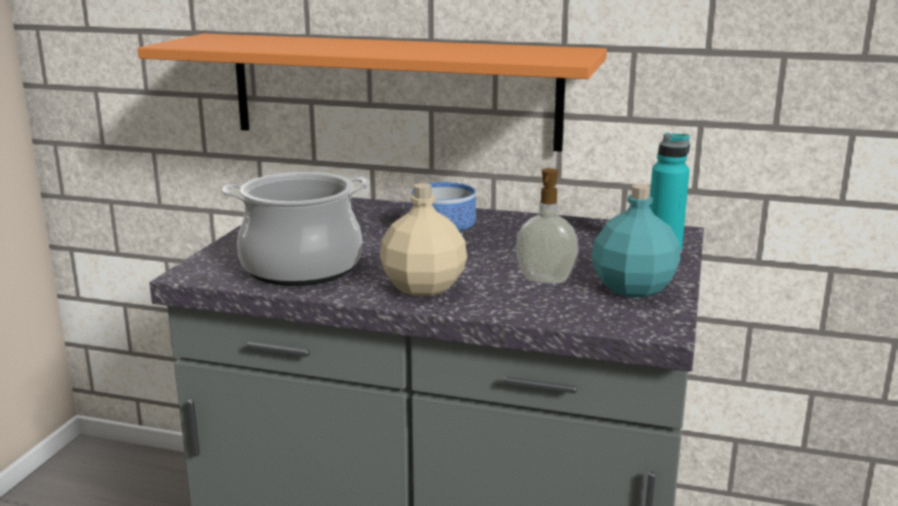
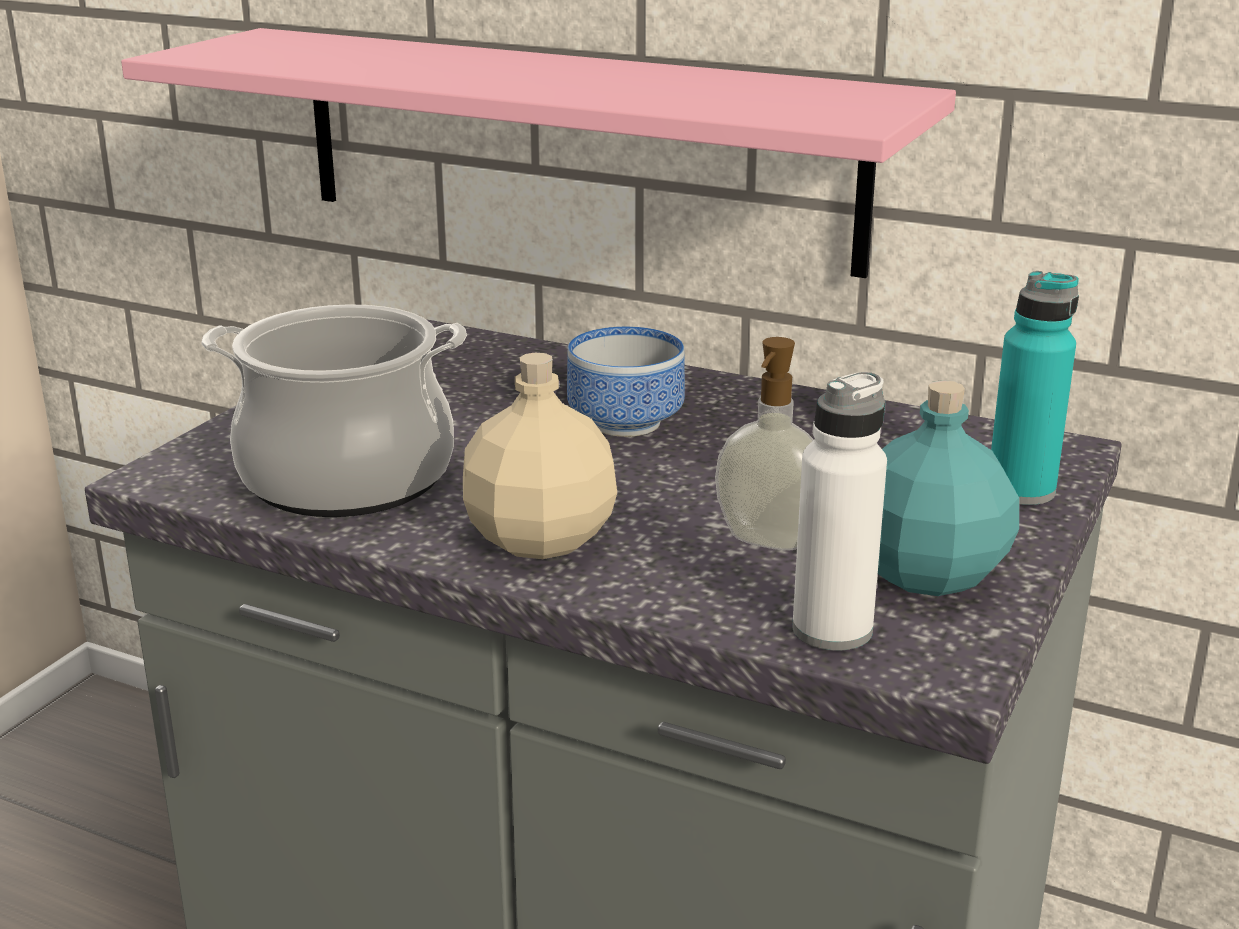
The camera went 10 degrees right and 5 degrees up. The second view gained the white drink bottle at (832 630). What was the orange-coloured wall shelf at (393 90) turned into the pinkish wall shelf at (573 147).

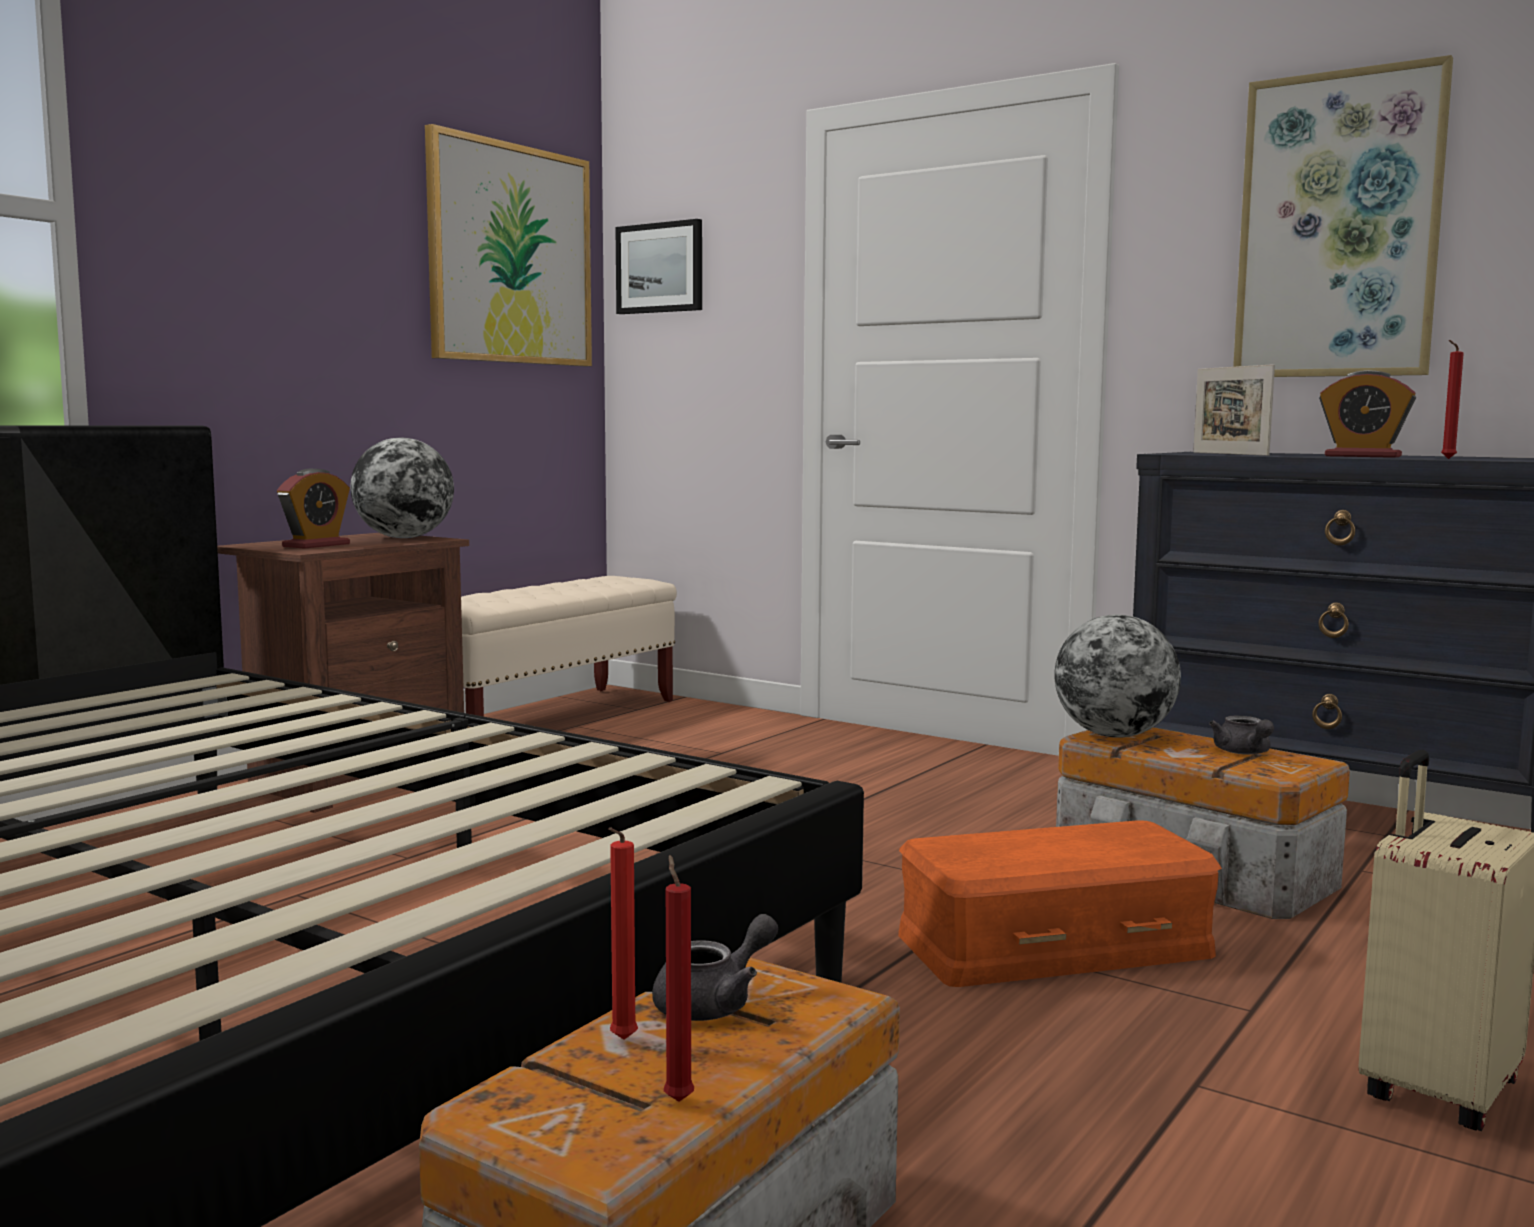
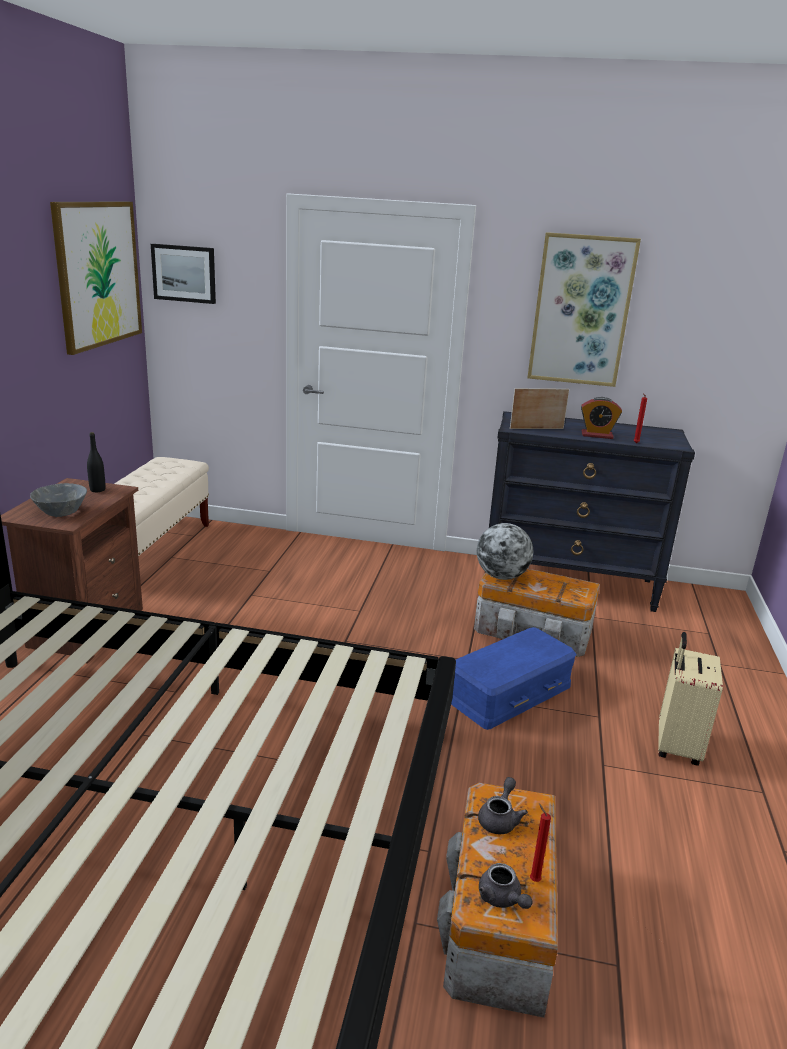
The camera went 25 degrees left and 15 degrees up. The second view lost the red-coloured wax candle at (621 1041). The greyish tea pot ended up elsewhere, having gone from (1244 753) to (502 899). Where the table clock stood at (316 545), the greyish deep dish came to stand at (61 511). Where the globe stood at (404 538), the black-coloured drink bottle came to stand at (97 490). What was the orange-coloured storage box at (1054 945) turned into the blue-coloured storage box at (509 693). The standing frame at (1229 454) ended up facing another way, 120 degrees clockwise from before.

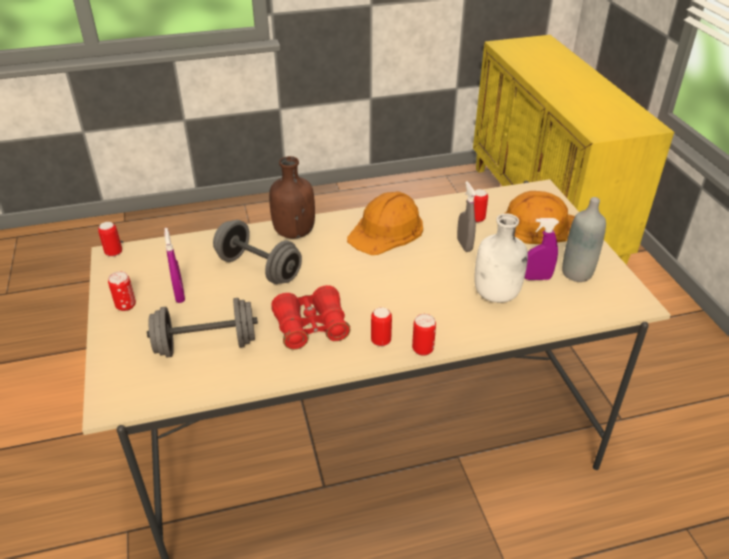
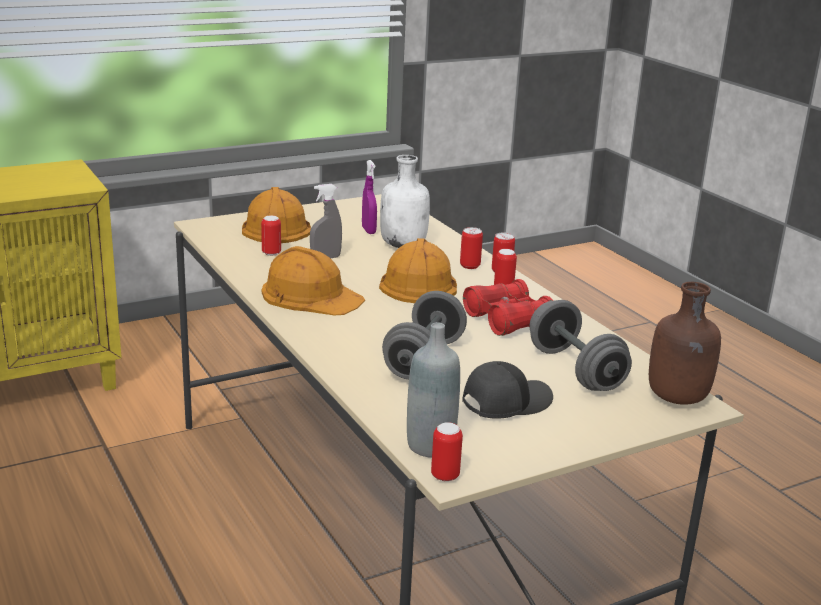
The camera went 105 degrees left and 15 degrees down. The second view gained the orange-coloured safety helmet at (418 283). The can ended up elsewhere, having gone from (126 305) to (470 266). The brownish drink bottle ended up elsewhere, having gone from (293 232) to (677 398). The greyish drink bottle ended up elsewhere, having gone from (577 273) to (430 446). Where the purple spray bottle stood at (179 295), the black-coloured baseball cap came to stand at (505 402).

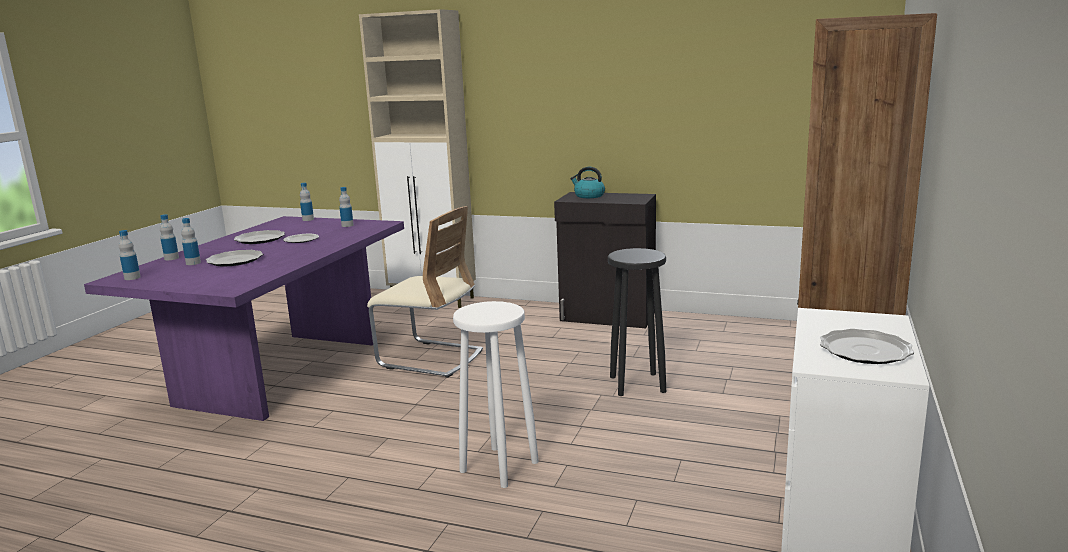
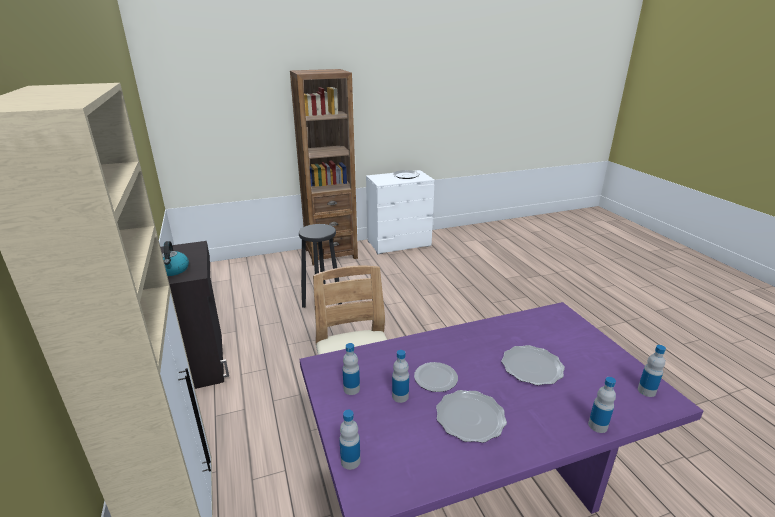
The camera went 130 degrees left and 10 degrees up. The second view lost the white stool at (498 467). The drink bottle ended up elsewhere, having gone from (193 263) to (400 396).

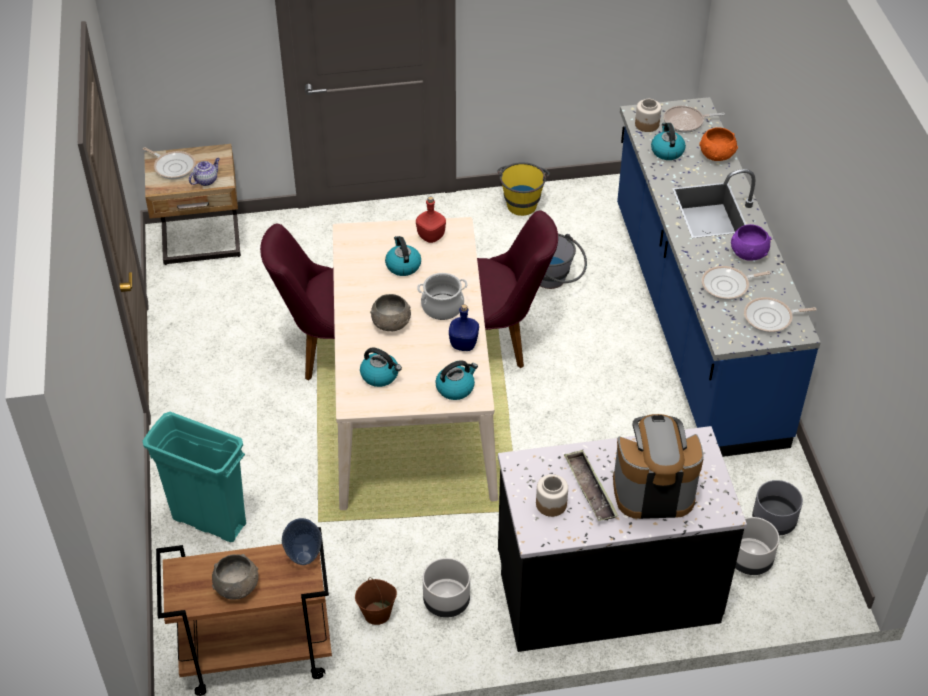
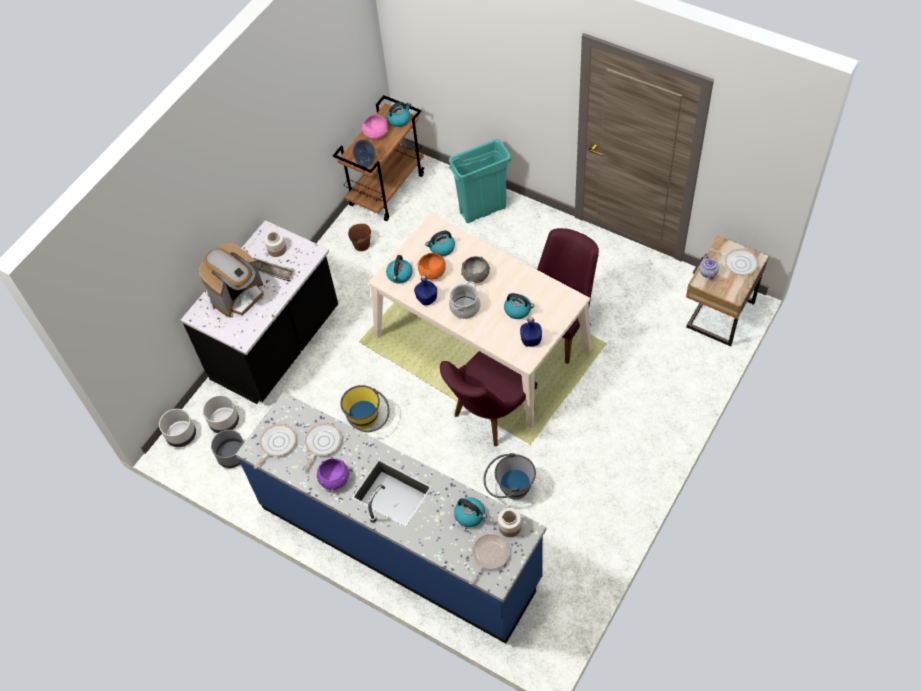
The camera went 135 degrees right and 10 degrees up. The second view gained the water kettle at (399 119). The greyish planter ended up elsewhere, having gone from (447 601) to (181 436). The yellow pail ended up elsewhere, having gone from (522 201) to (368 421). The orange-coloured deep dish ended up elsewhere, having gone from (717 155) to (432 272). What was the greyish deep dish at (237 586) turned into the pinkish deep dish at (375 134). What was the red-coloured drink bottle at (431 236) turned into the blue-coloured drink bottle at (530 340). The pan at (173 167) ended up facing another way, 135 degrees counterclockwise from before.

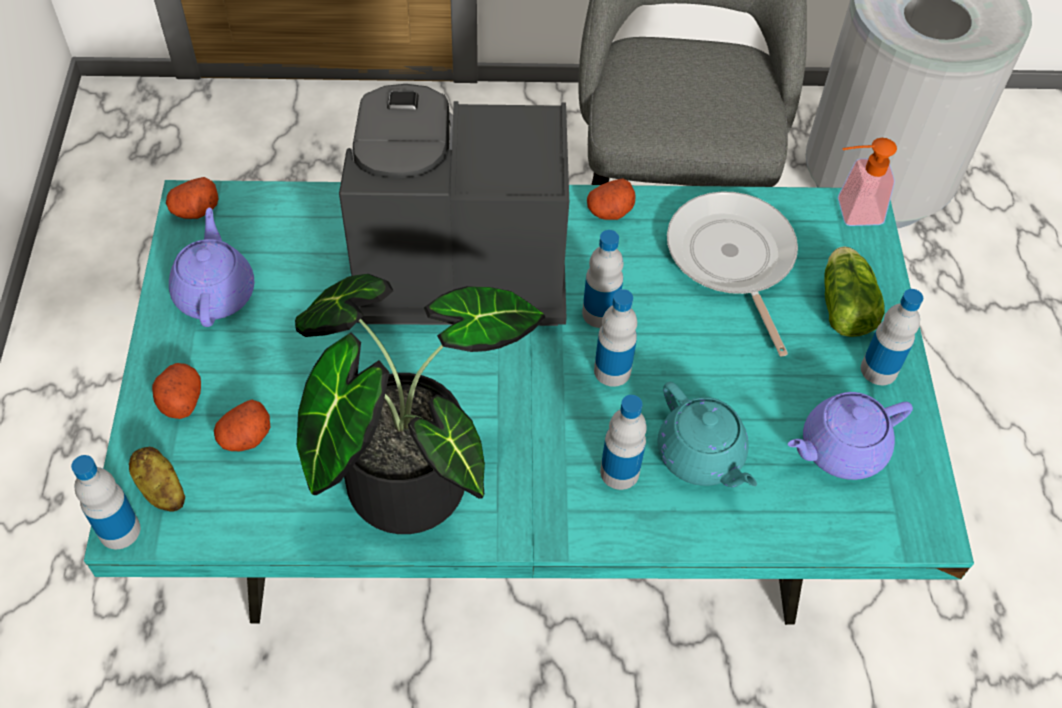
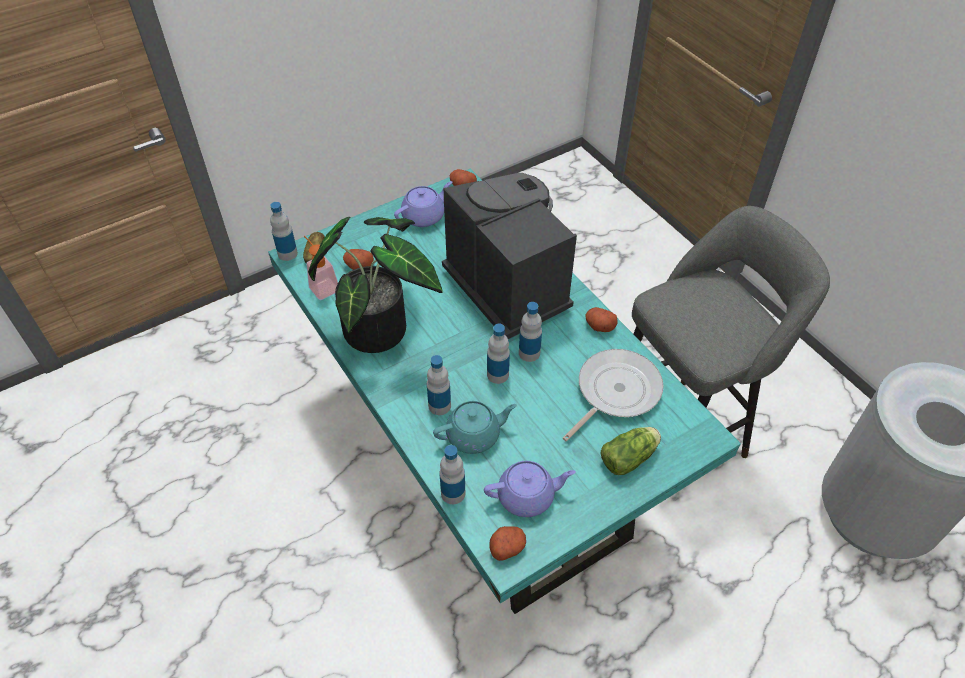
The camera went 60 degrees right and 5 degrees down. The potato ended up elsewhere, having gone from (180 399) to (507 547). The soap dispenser ended up elsewhere, having gone from (850 212) to (322 286). The drink bottle ended up elsewhere, having gone from (879 369) to (453 493). The turquoise-coloured tea pot at (701 456) ended up facing another way, 135 degrees counterclockwise from before. The purple tea pot at (840 449) ended up facing another way, 135 degrees clockwise from before.

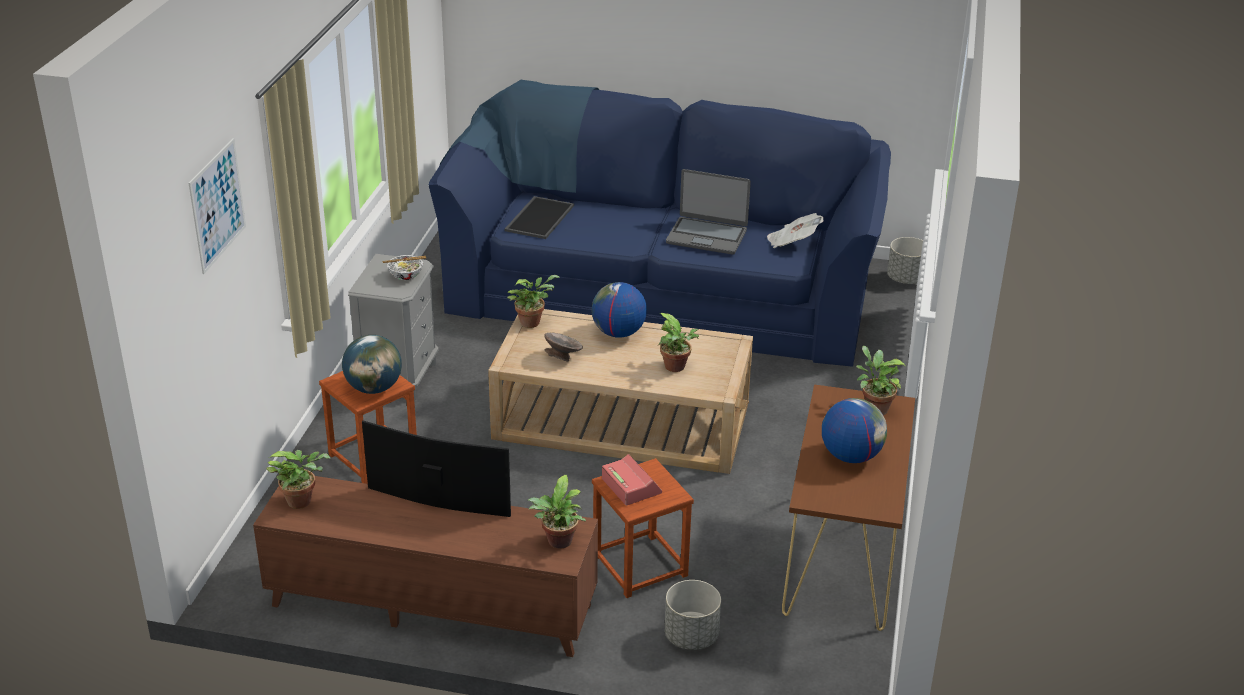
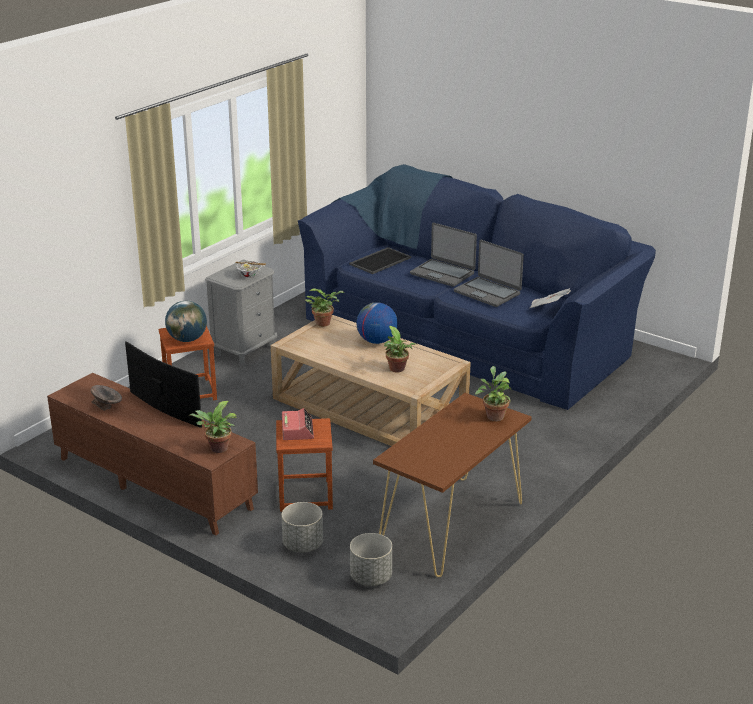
The camera went 25 degrees right and 5 degrees down. The second view lost the picture at (217 205). The second view lost the potted plant at (302 501). The second view lost the globe at (850 456). The second view gained the laptop at (442 273). The greyish deep dish ended up elsewhere, having gone from (562 357) to (107 407). The greyish planter ended up elsewhere, having gone from (906 279) to (371 578).

